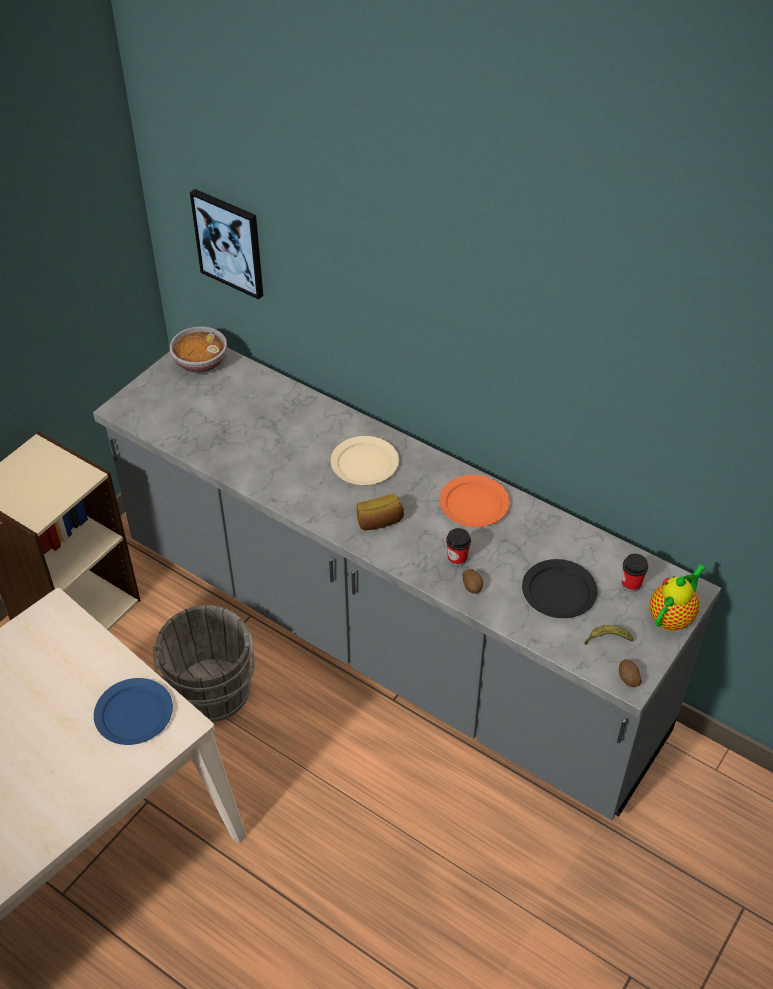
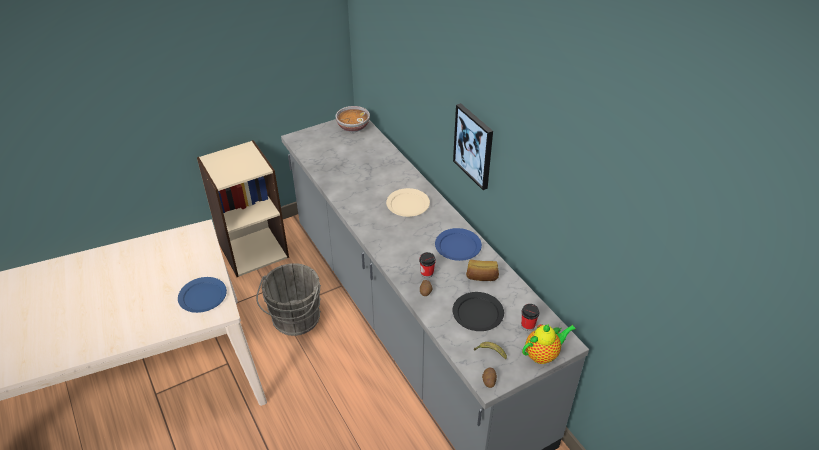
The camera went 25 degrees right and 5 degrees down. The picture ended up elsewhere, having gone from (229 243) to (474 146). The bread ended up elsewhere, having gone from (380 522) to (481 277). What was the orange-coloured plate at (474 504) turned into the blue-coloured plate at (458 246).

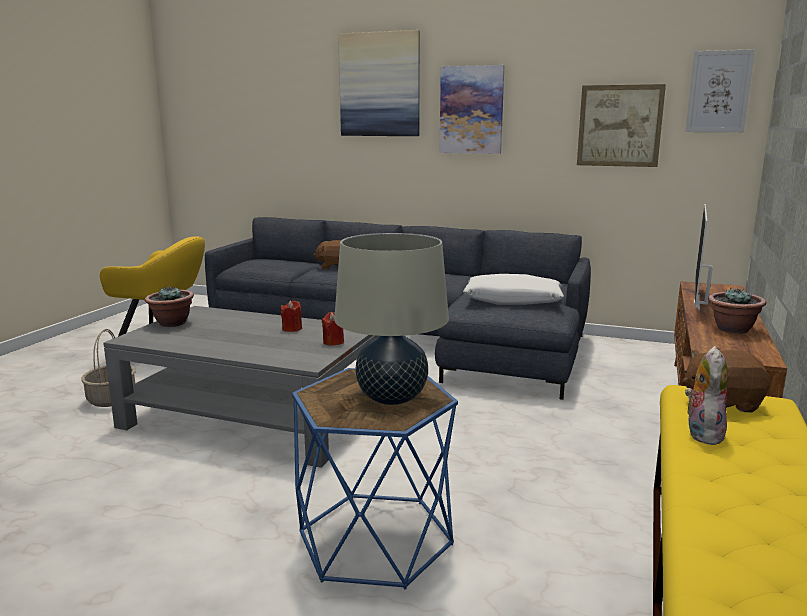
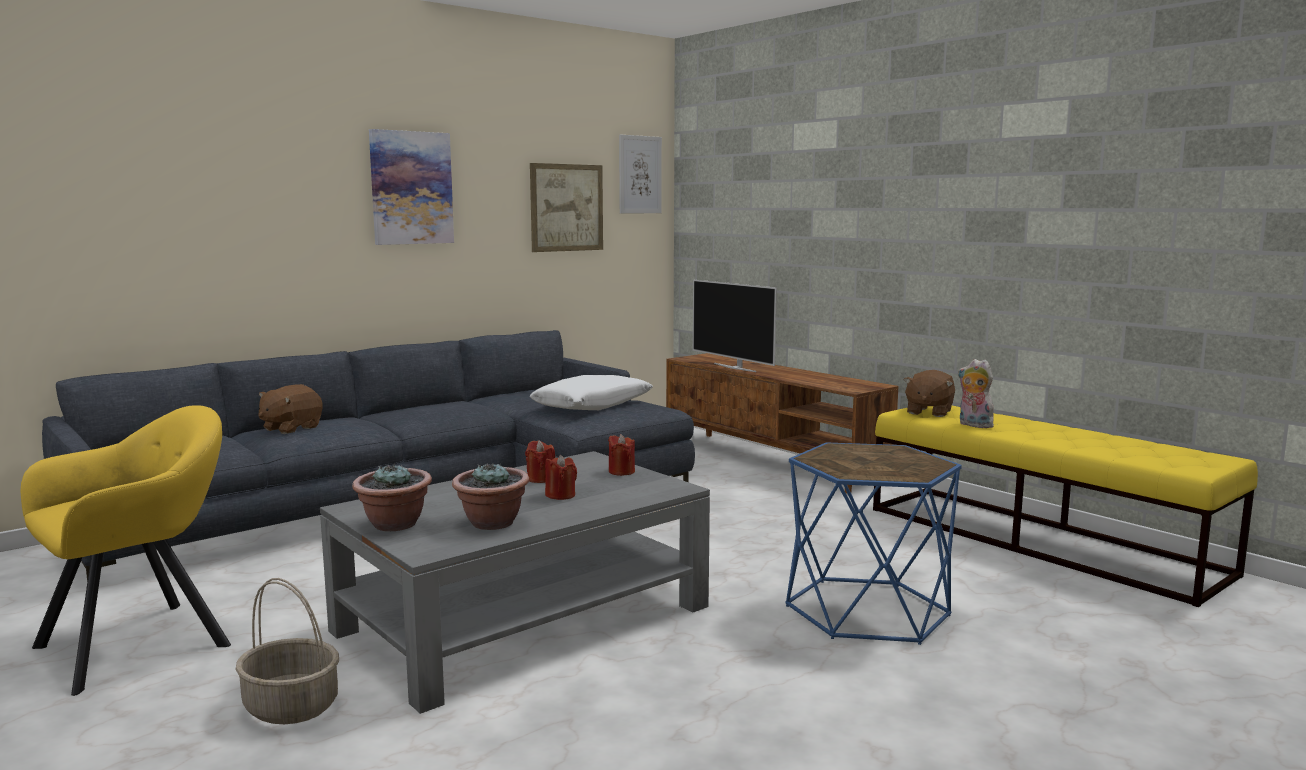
The camera went 60 degrees left and 5 degrees down. The second view lost the beige-coloured lamp for a table at (392 398). The second view lost the picture at (380 85). The second view gained the red-coloured wax candle at (560 495). The potted plant ended up elsewhere, having gone from (732 329) to (492 523).

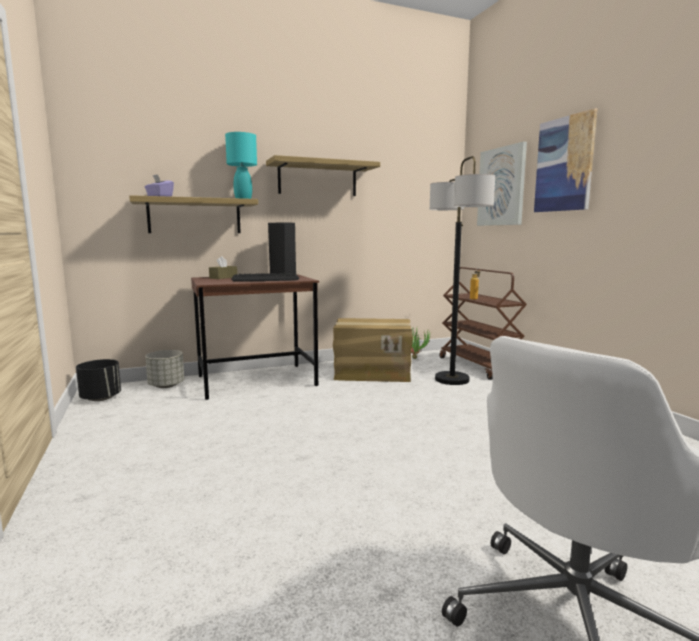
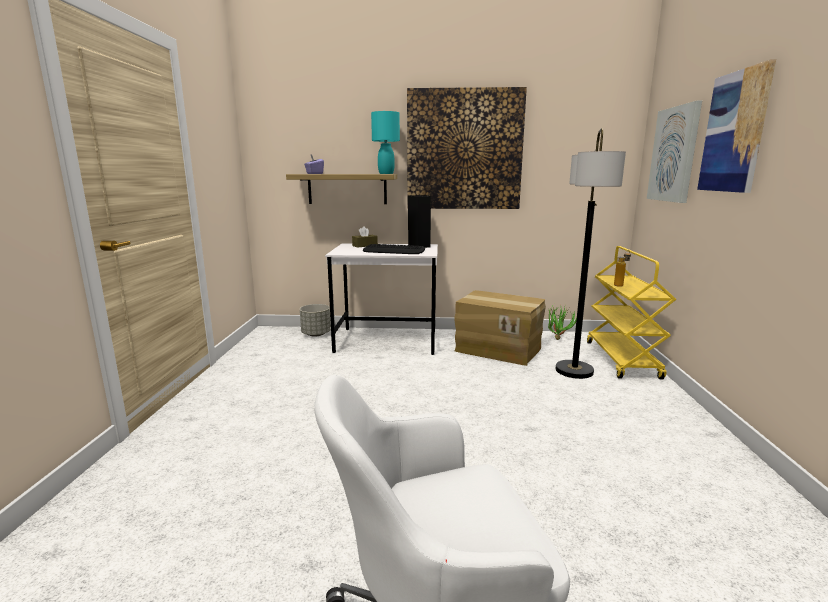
The camera went 25 degrees right and 5 degrees up. The second view lost the black-coloured planter at (101 398). Where the wall shelf hung at (317 179), the picture came to hang at (464 150). What was the brownish desk unit at (257 381) turned into the white desk unit at (387 341). What was the brownish wheeled cart at (479 366) turned into the yellow wheeled cart at (622 360).

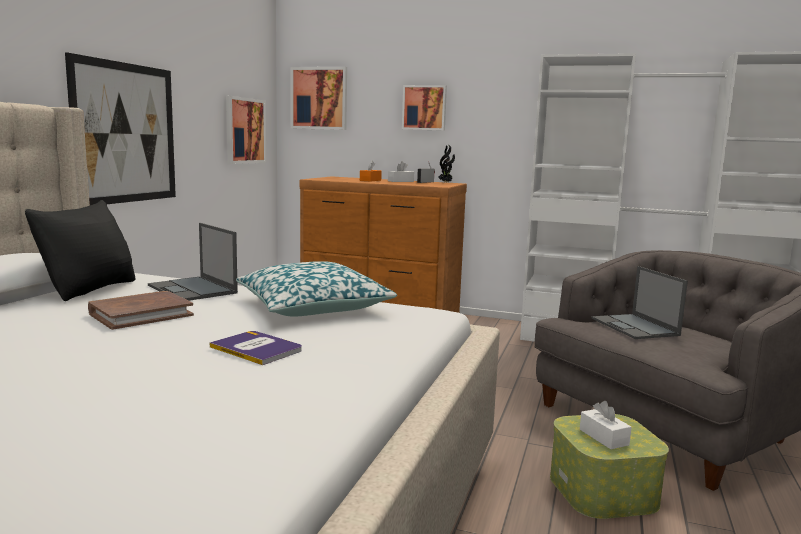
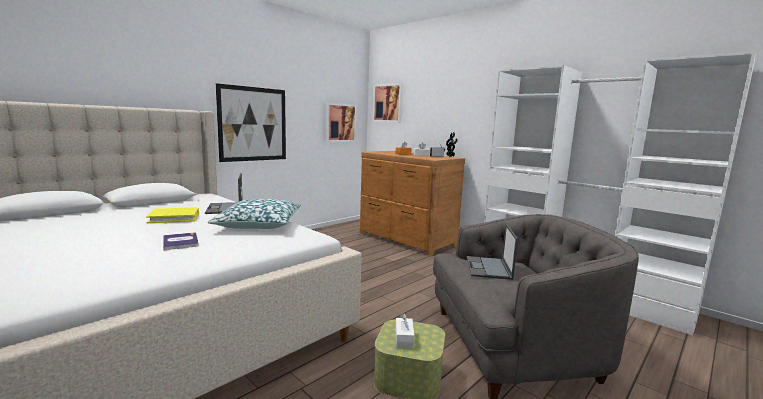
The camera went 25 degrees right and 0 degrees up. The second view lost the black-coloured pillow at (90 289). The second view lost the picture at (424 108). What was the brownish volume at (141 314) turned into the yellow volume at (174 218).

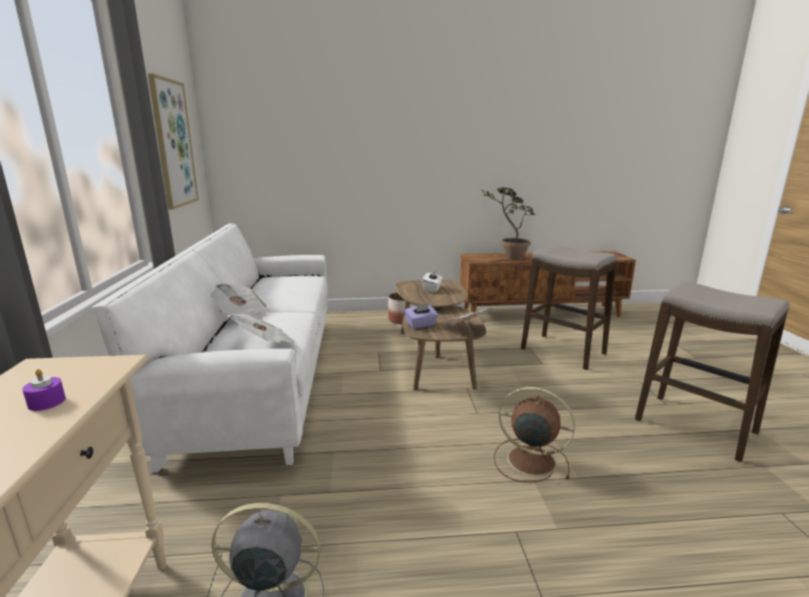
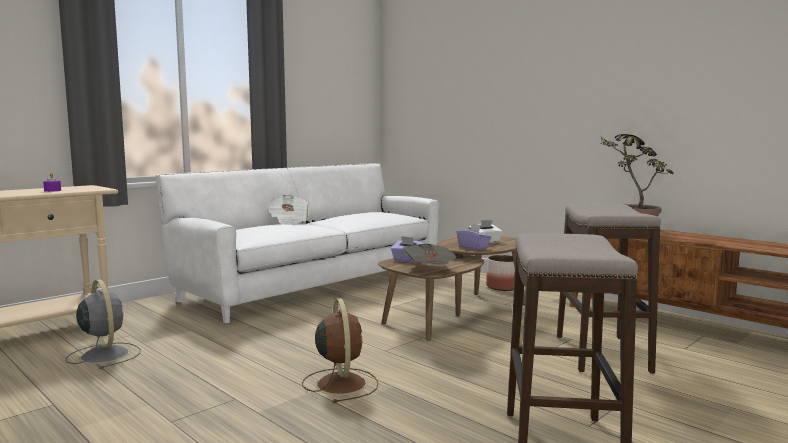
The camera went 50 degrees right and 10 degrees down. The second view lost the picture at (173 144). The second view lost the newspaper at (265 344). The second view gained the purple box of tissues at (473 247).

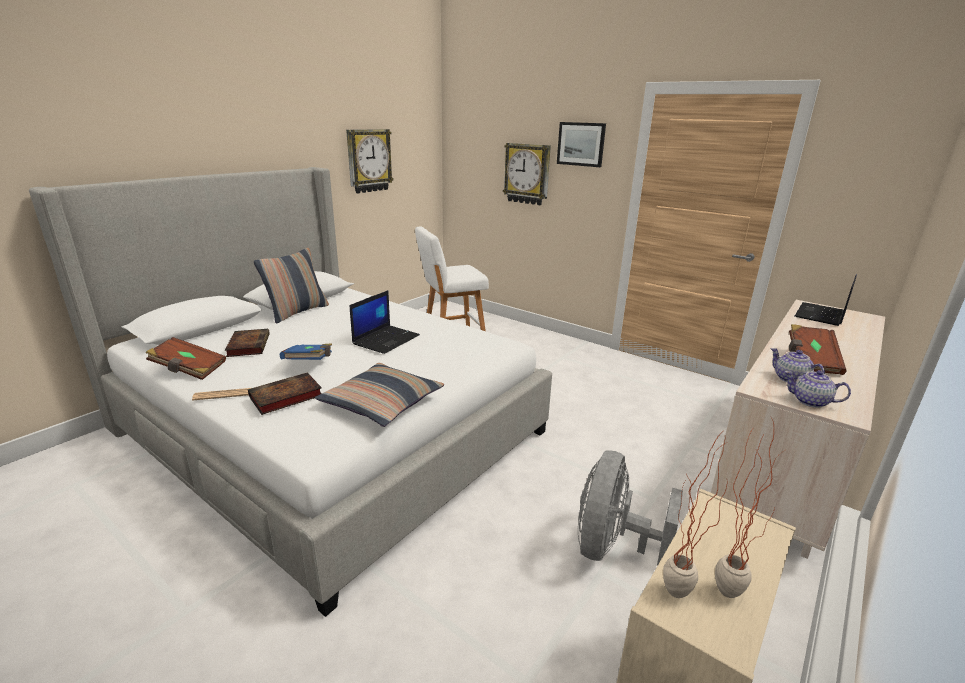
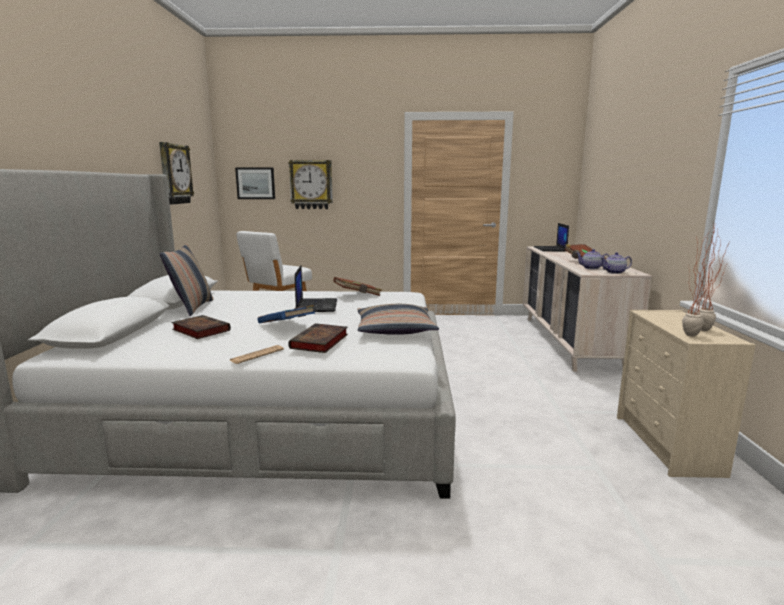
The camera went 35 degrees left and 10 degrees down. The second view lost the greyish cooling fan at (612 546). The brownish volume ended up elsewhere, having gone from (189 369) to (357 295). The picture ended up elsewhere, having gone from (581 144) to (255 183).

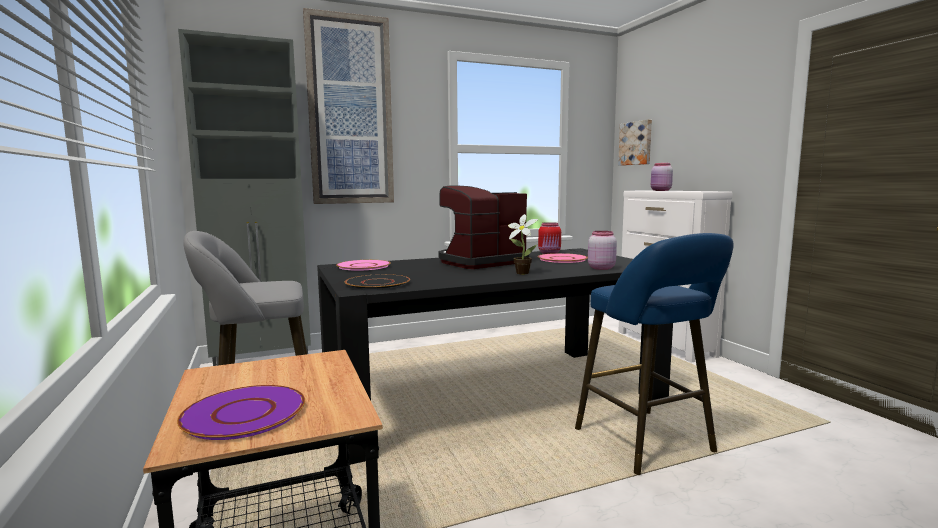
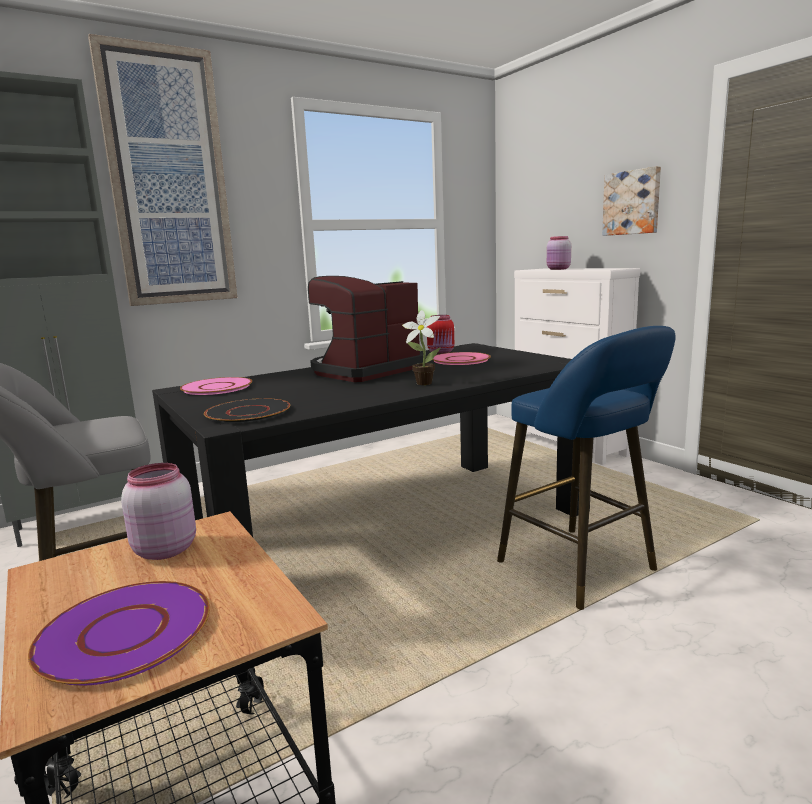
The camera went 10 degrees left and 5 degrees up. The pinkish storage jar ended up elsewhere, having gone from (600 268) to (164 549). The picture ended up elsewhere, having gone from (636 143) to (632 202).

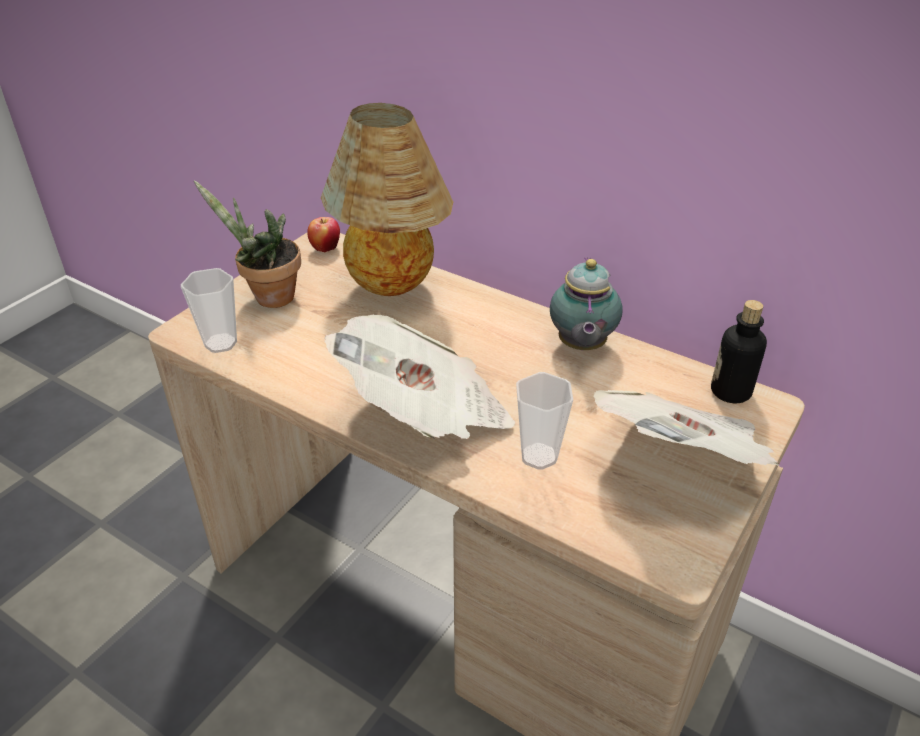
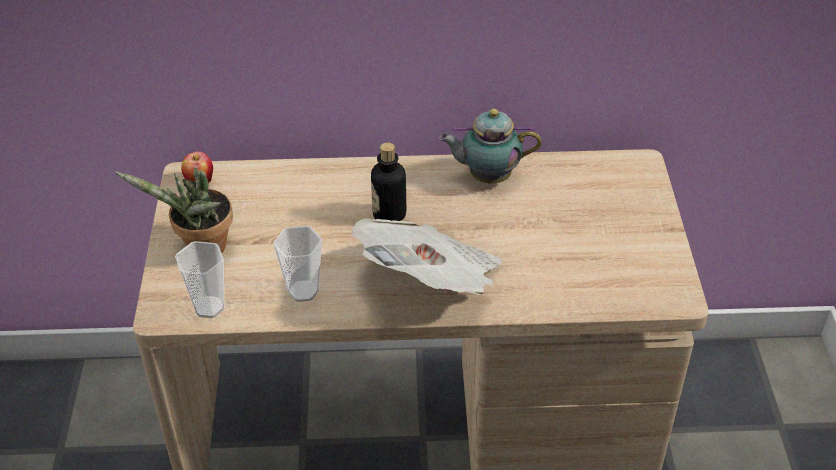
The camera went 35 degrees left and 5 degrees up. The second view lost the lamp for a table at (393 290). The second view lost the newspaper at (683 460). The small cup ended up elsewhere, having gone from (539 456) to (303 291). The drink bottle ended up elsewhere, having gone from (730 391) to (389 214). The tea pot at (581 347) ended up facing another way, 120 degrees clockwise from before.

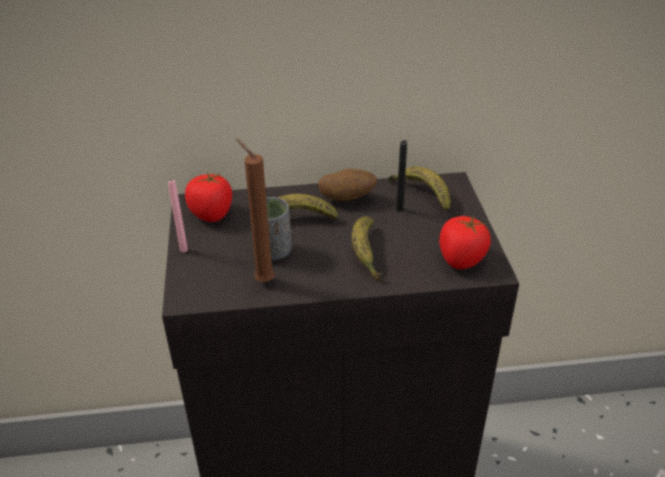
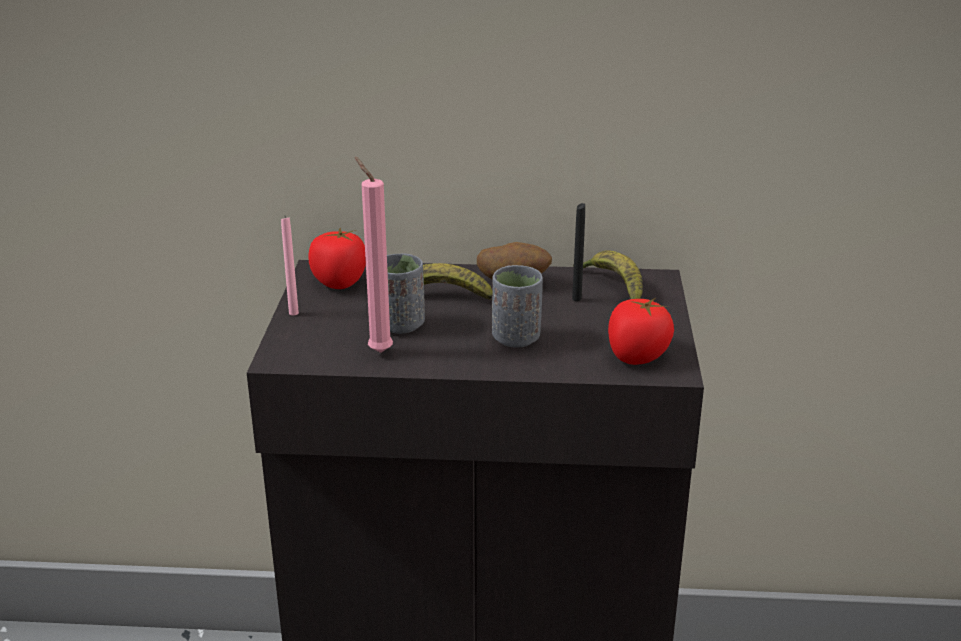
The camera went 10 degrees right and 10 degrees down. Where the banana stood at (366 254), the greyish small cup came to stand at (516 338). What was the brownish wax candle at (262 280) turned into the pinkish wax candle at (377 351).

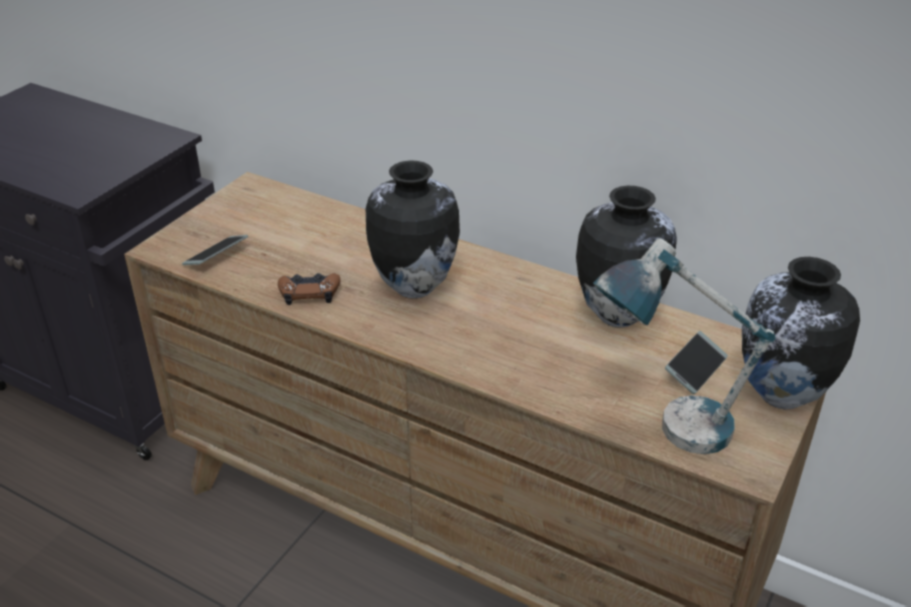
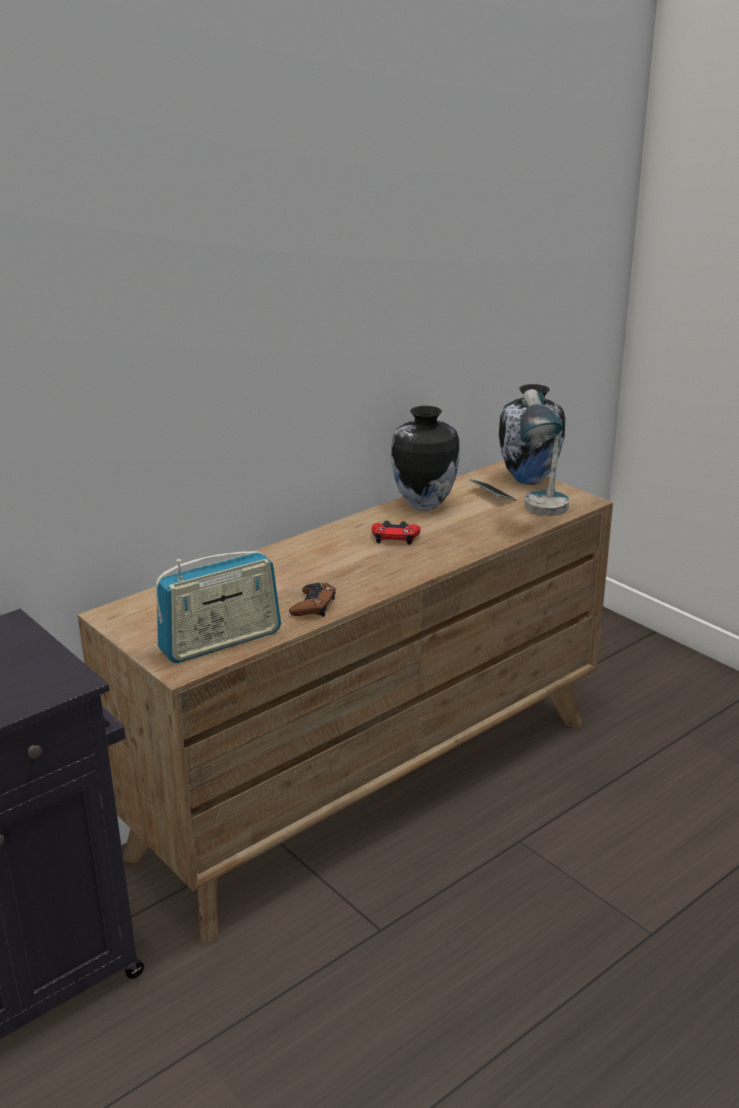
The camera went 70 degrees left and 10 degrees down. The second view lost the decorative vase at (413 287). The second view gained the red-coloured gamepad at (395 537). Where the telephone stood at (216 256), the radio came to stand at (221 642).

